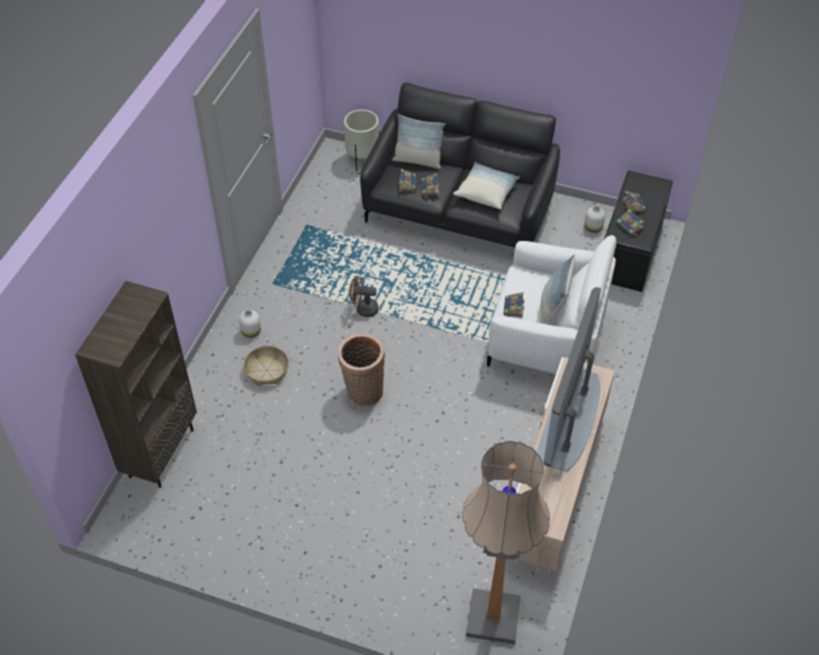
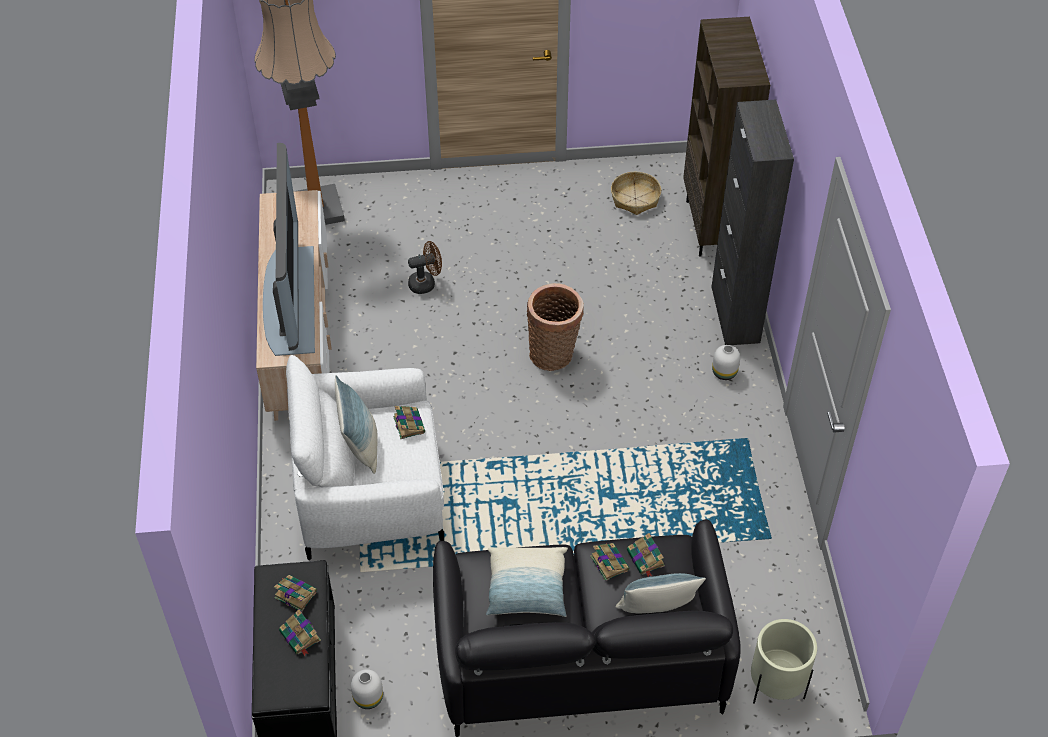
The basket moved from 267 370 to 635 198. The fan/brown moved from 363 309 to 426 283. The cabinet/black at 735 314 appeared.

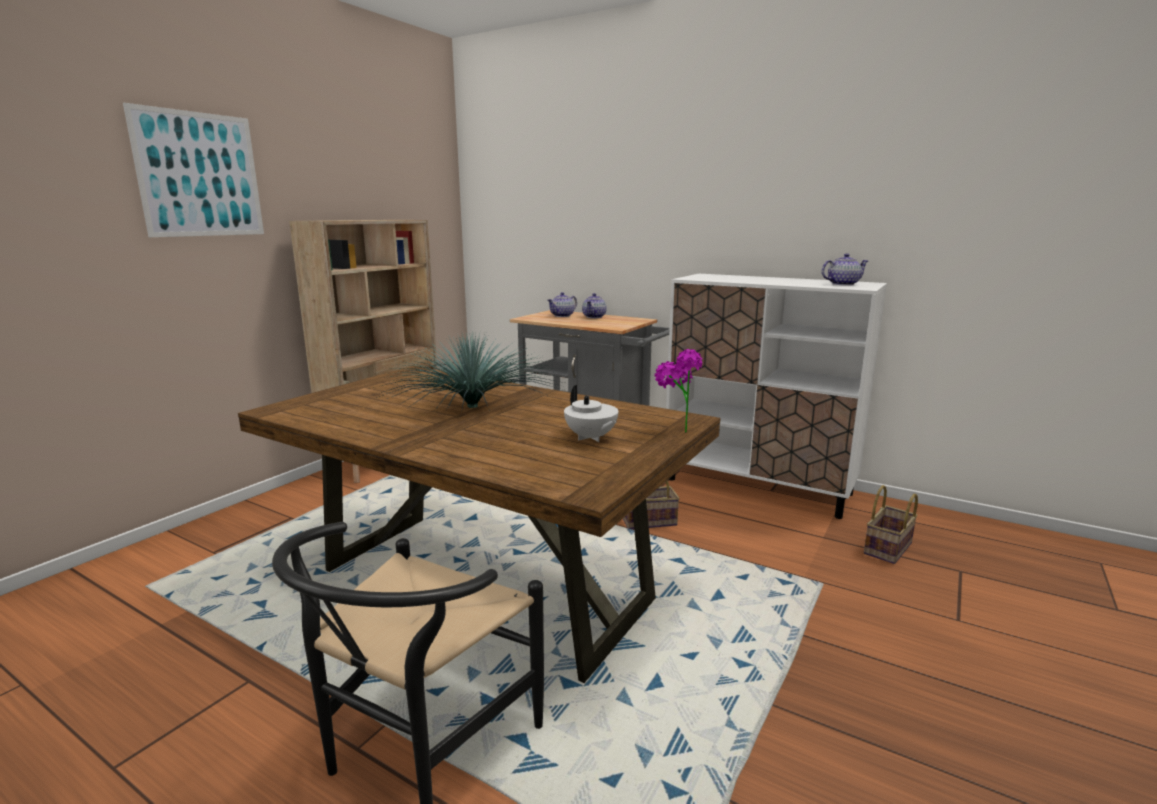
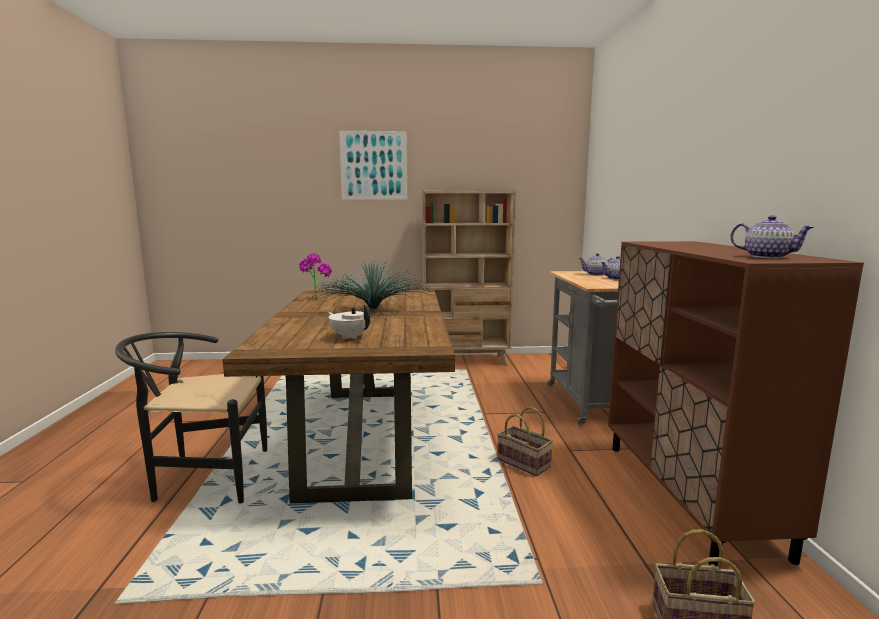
The teapot/white at 591 438 turned 105 degrees clockwise. The potted plant moved from 675 431 to 316 299. The cabinet/white at 758 486 became the cabinet/brown at 688 496.

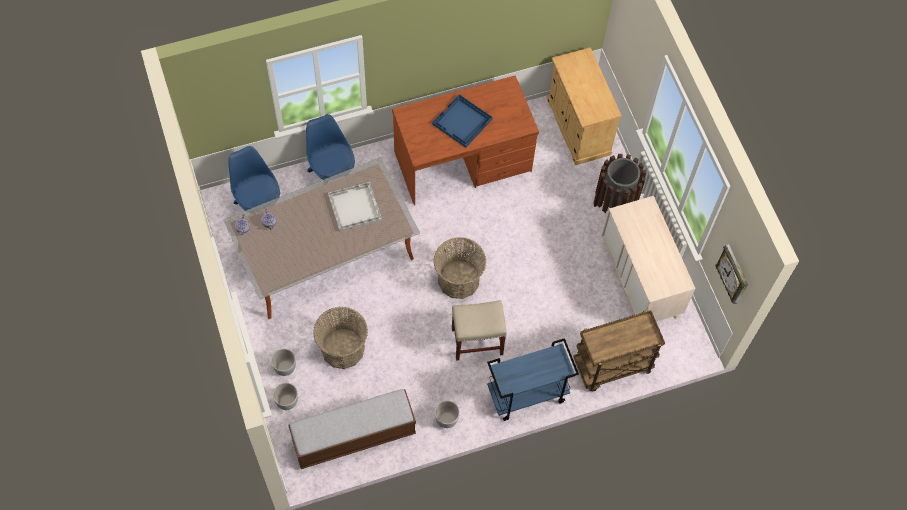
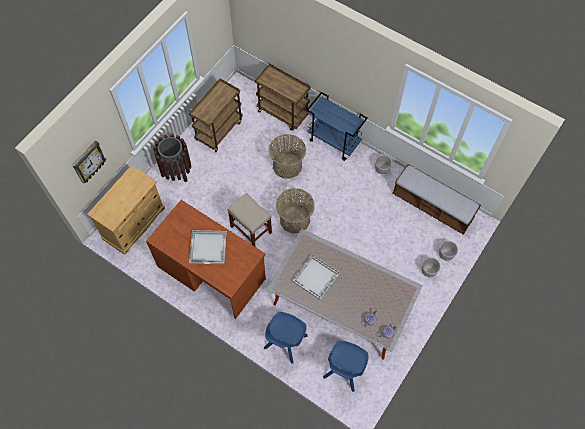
The basket moved from 342 348 to 287 165. The tray/blue at 462 122 became the tray/white at 208 247. The stool/beige moved from 476 342 to 251 230. The dresser/beige at 640 280 was replaced by the cart/brown at 219 130. The wall clock moved from 733 275 to 88 162.

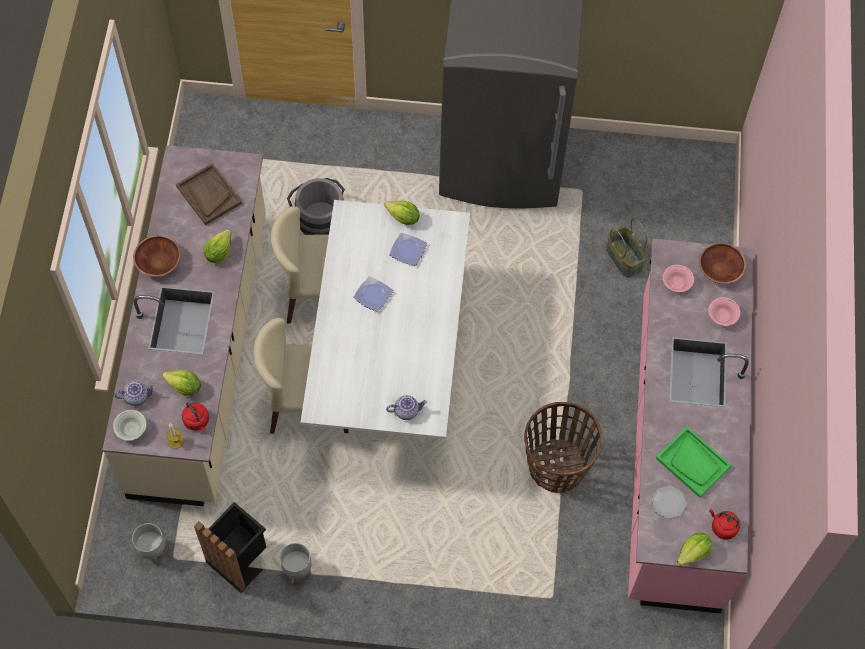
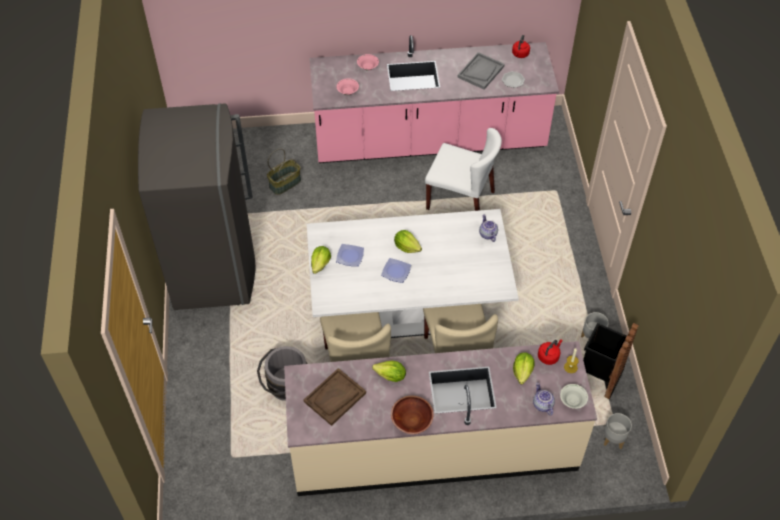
The basket at 557 466 was replaced by the chair/white at 461 200. The tray/green at 693 463 became the tray/grey at 480 72. The lettuce moved from 693 553 to 407 247. The bowl/brown at 720 270 disappeared.

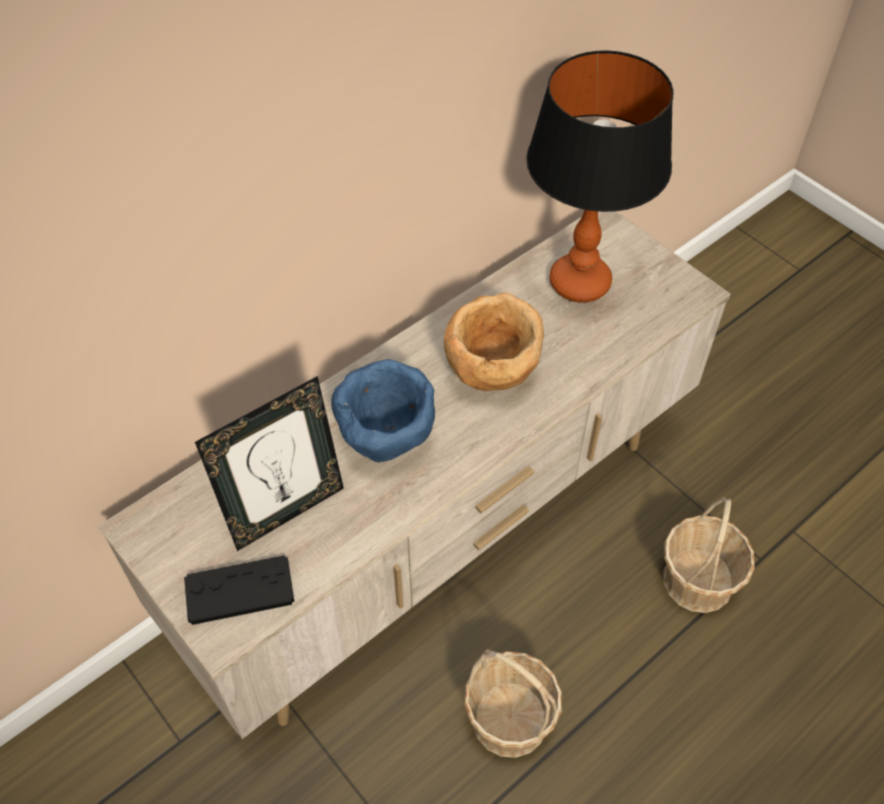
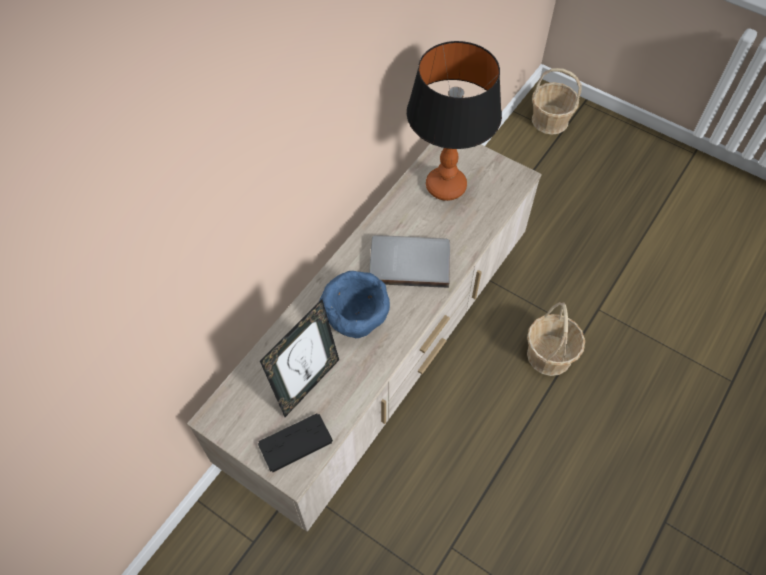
The bowl/brown at 493 374 was replaced by the book/grey at 409 261. The basket moved from 509 718 to 549 120.

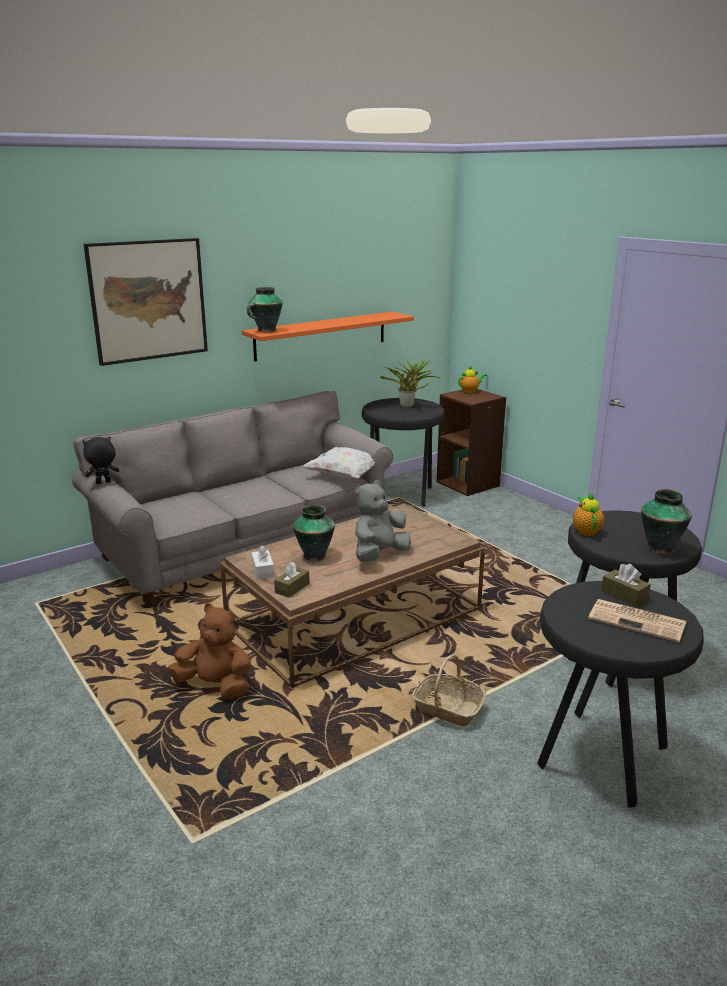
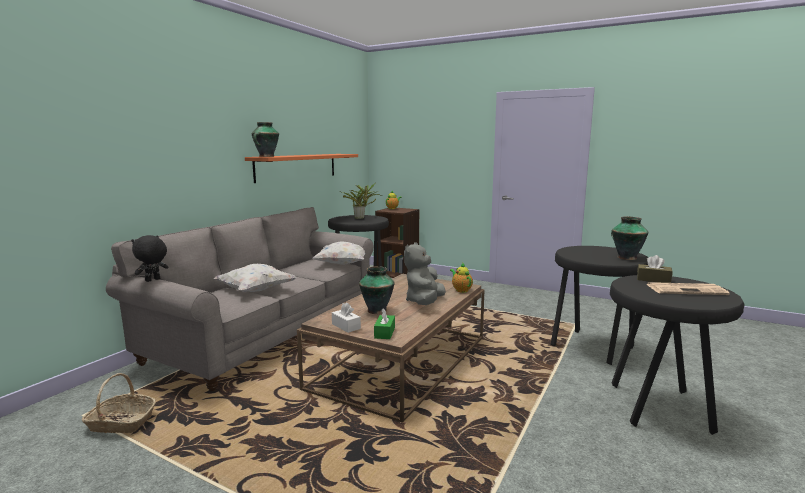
The picture at 148 300 disappeared. The plush toy/brown at 215 686 disappeared. The tissue box/brown at 292 588 became the tissue box/green at 384 332. The basket moved from 447 708 to 121 423. The teapot moved from 586 531 to 461 290. The pillow/white at 256 291 appeared.

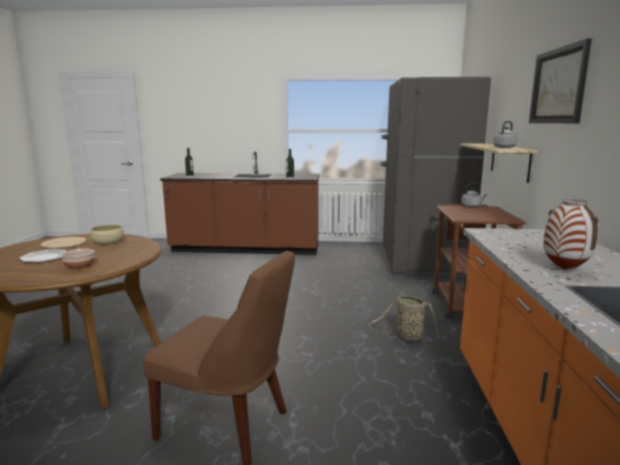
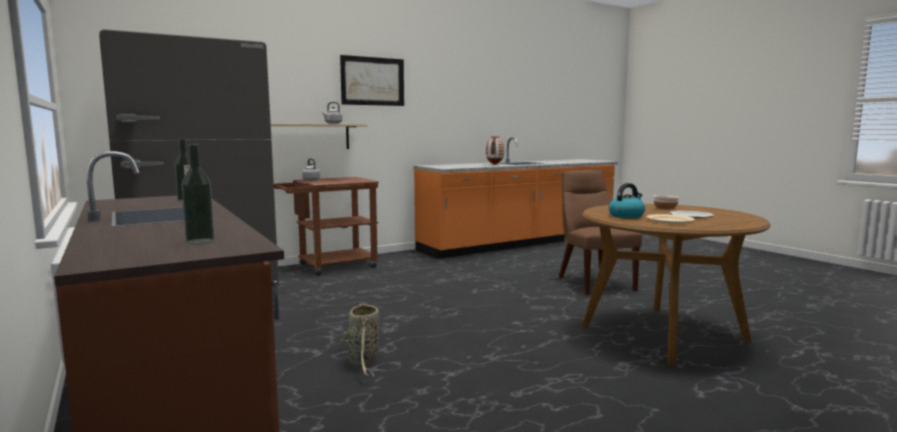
The bowl/beige at 108 242 was replaced by the kettle at 626 216. The basket moved from 406 337 to 363 361.

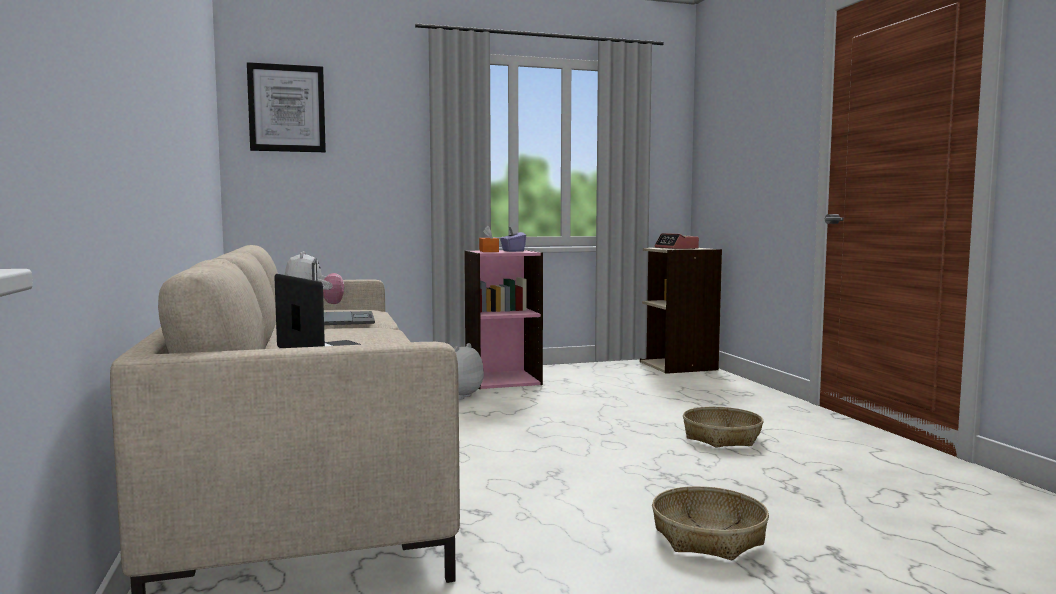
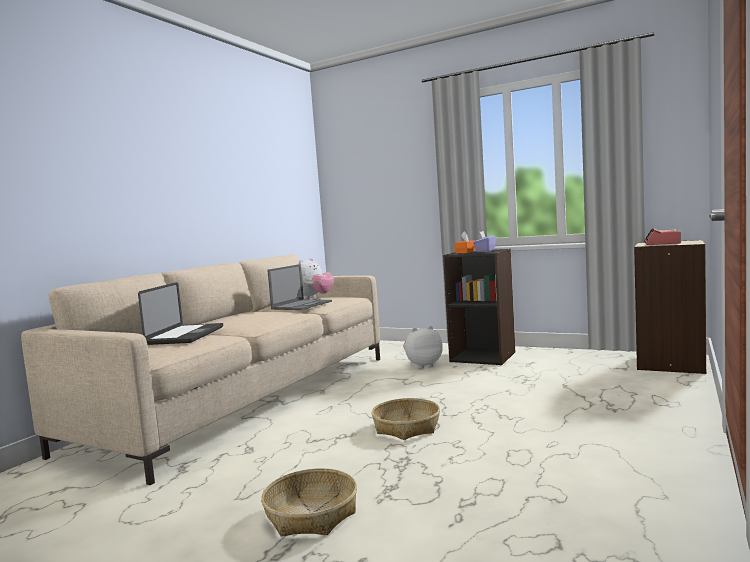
The picture at 287 108 disappeared. The bookcase/pink at 502 380 became the bookcase/black at 483 356. The basket moved from 722 437 to 407 427.

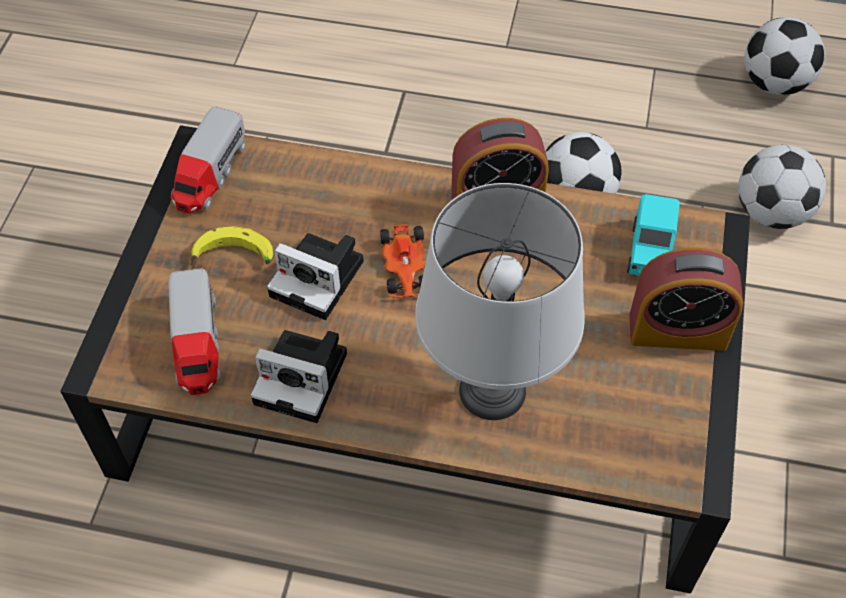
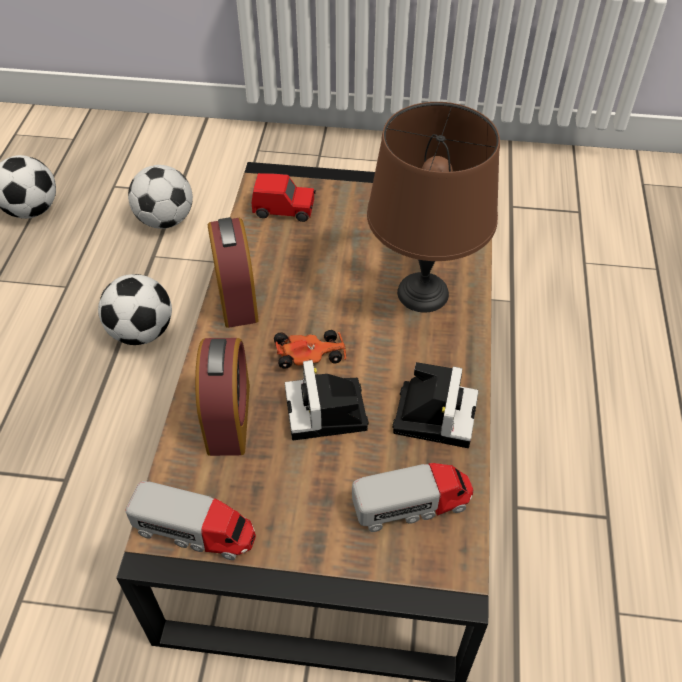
The banana at 232 260 disappeared. The photo camera at 321 279 turned 150 degrees clockwise. The table lamp/grey at 491 392 became the table lamp/brown at 424 293. The toy car/turquoise at 650 252 became the toy car/red at 284 210. The alarm clock moved from 677 331 to 228 418.

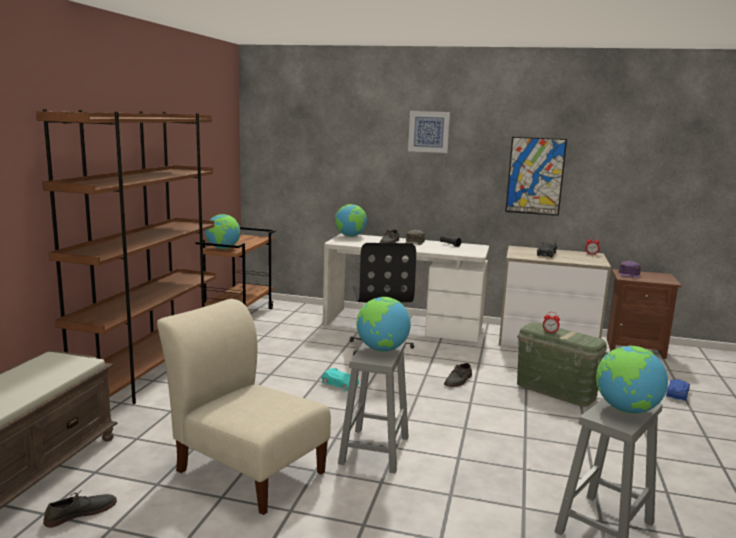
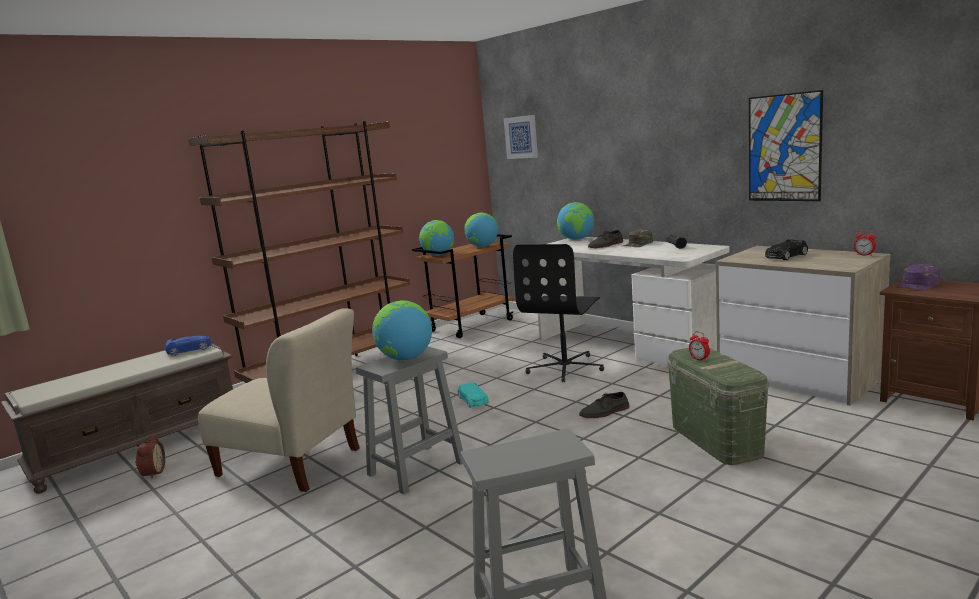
The shoe/grey at 81 513 was replaced by the alarm clock at 152 473. The chair/beige at 247 469 turned 135 degrees clockwise. The picture moved from 429 131 to 521 137. The globe moved from 626 410 to 482 246. The toy car/blue moved from 677 393 to 189 350.

